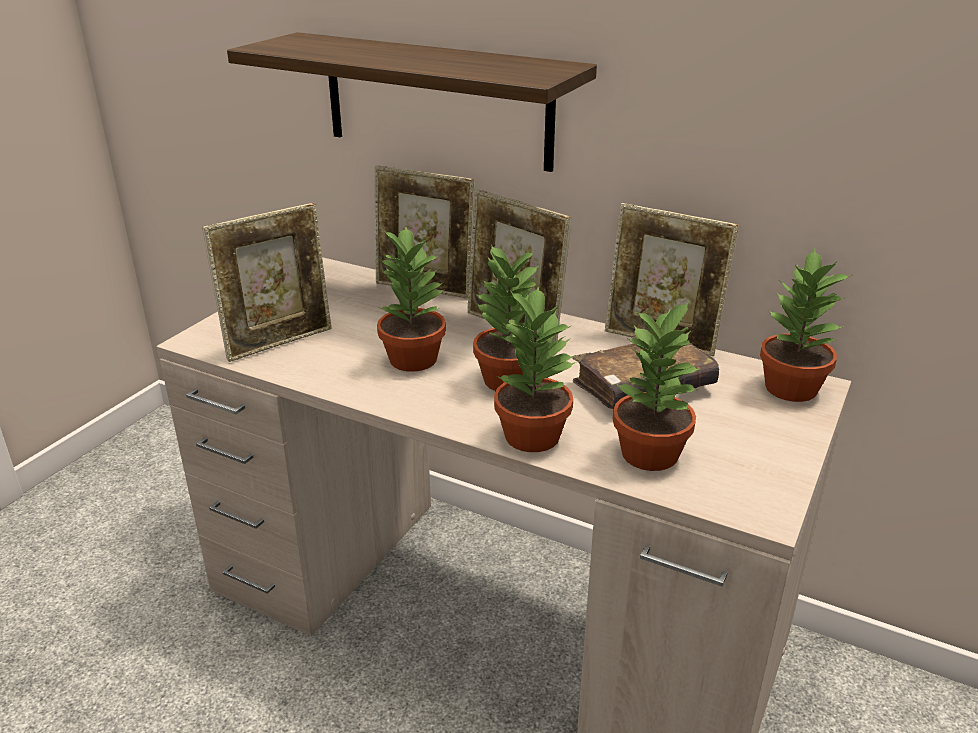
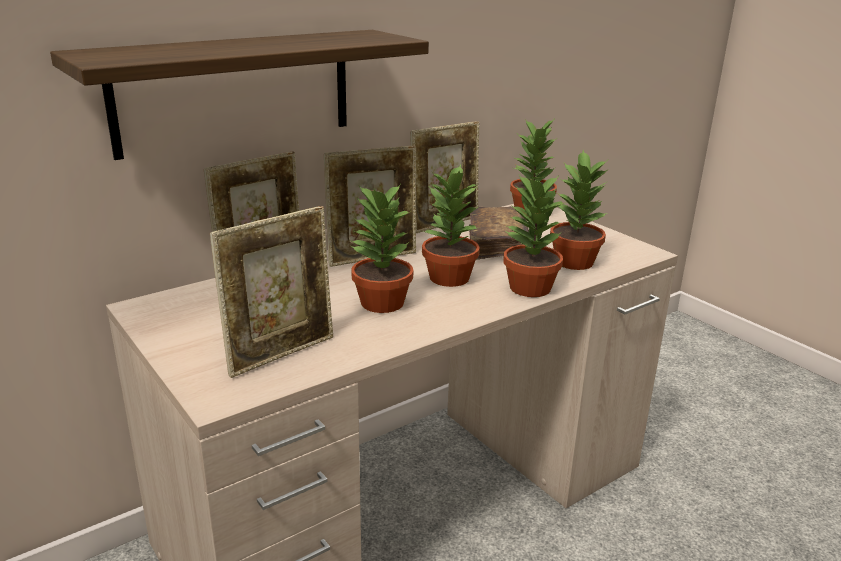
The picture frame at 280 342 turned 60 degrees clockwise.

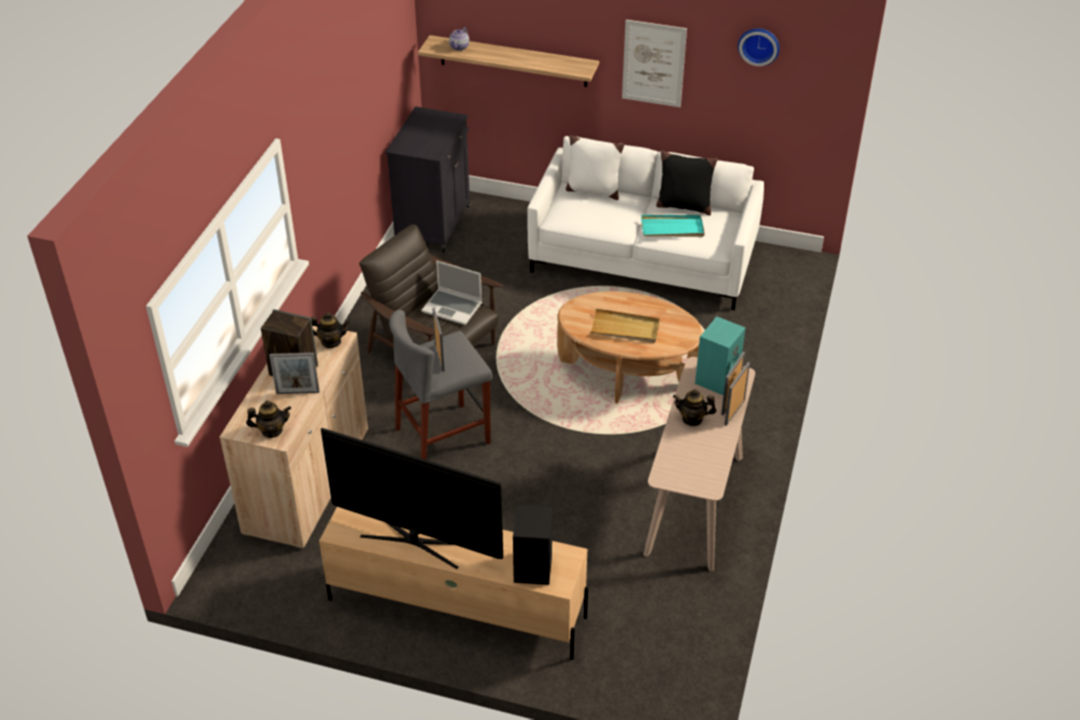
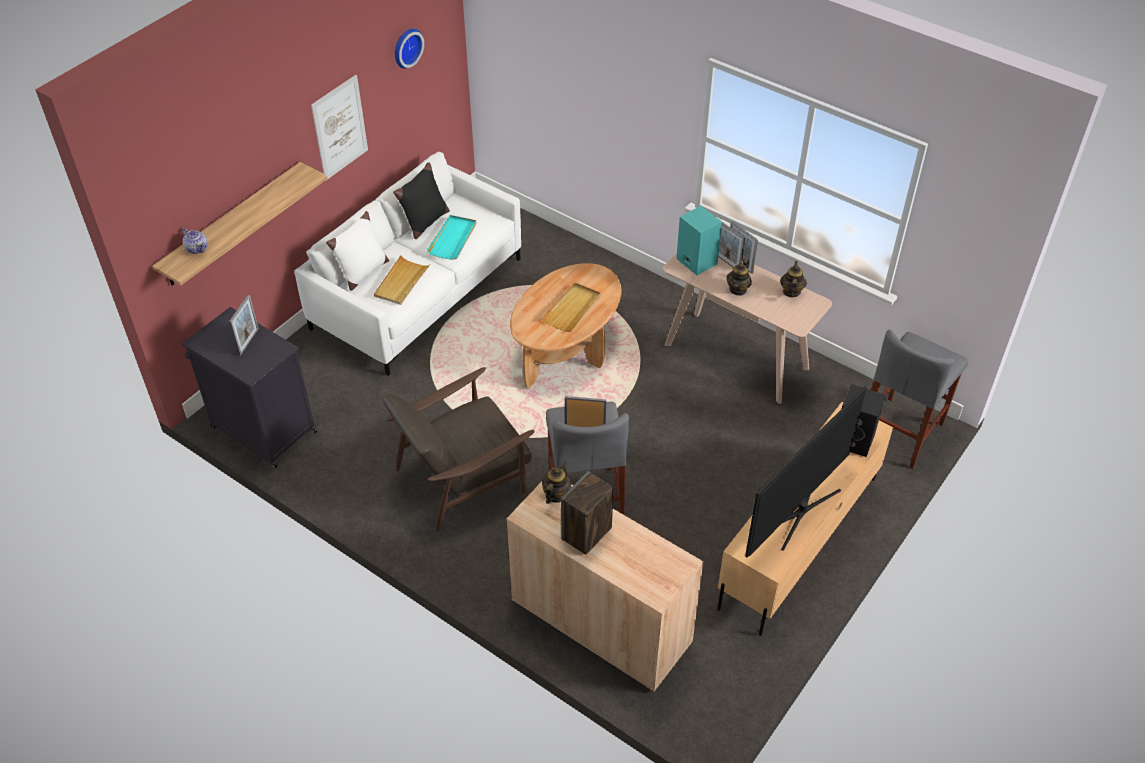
The teapot moved from 271 431 to 791 292. The picture frame moved from 297 392 to 248 342. The laptop at 453 307 disappeared. The tray/beige at 401 282 appeared. The stool/grey at 900 432 appeared.

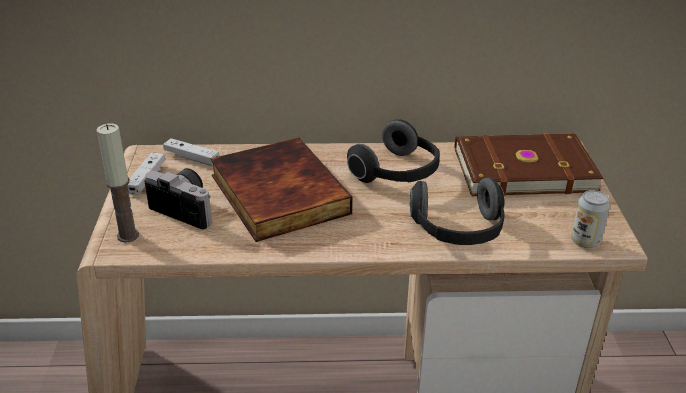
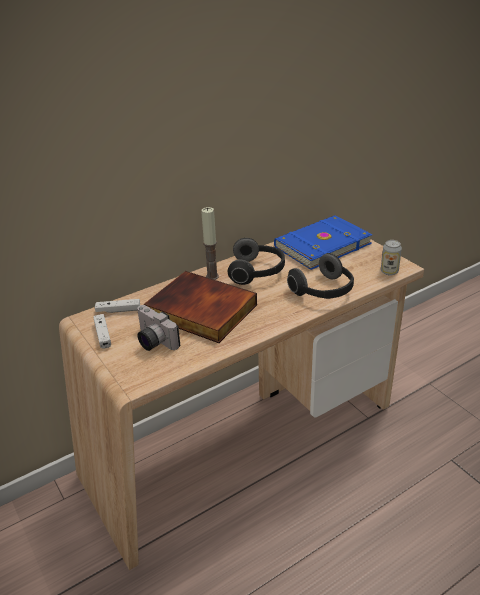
The candle moved from 127 235 to 212 276. The photo camera at 187 208 turned 135 degrees counterclockwise. The book/brown at 522 168 became the book/blue at 321 245.

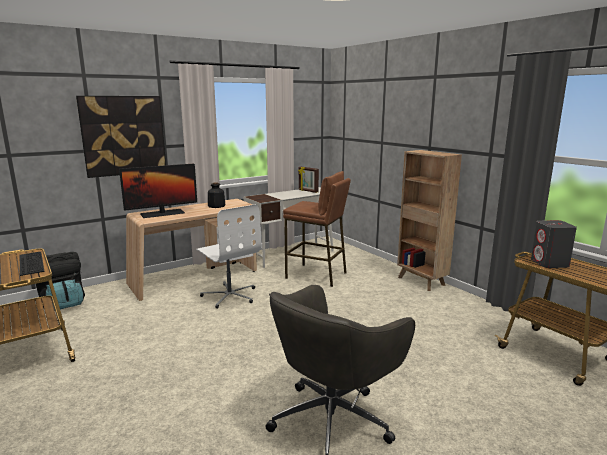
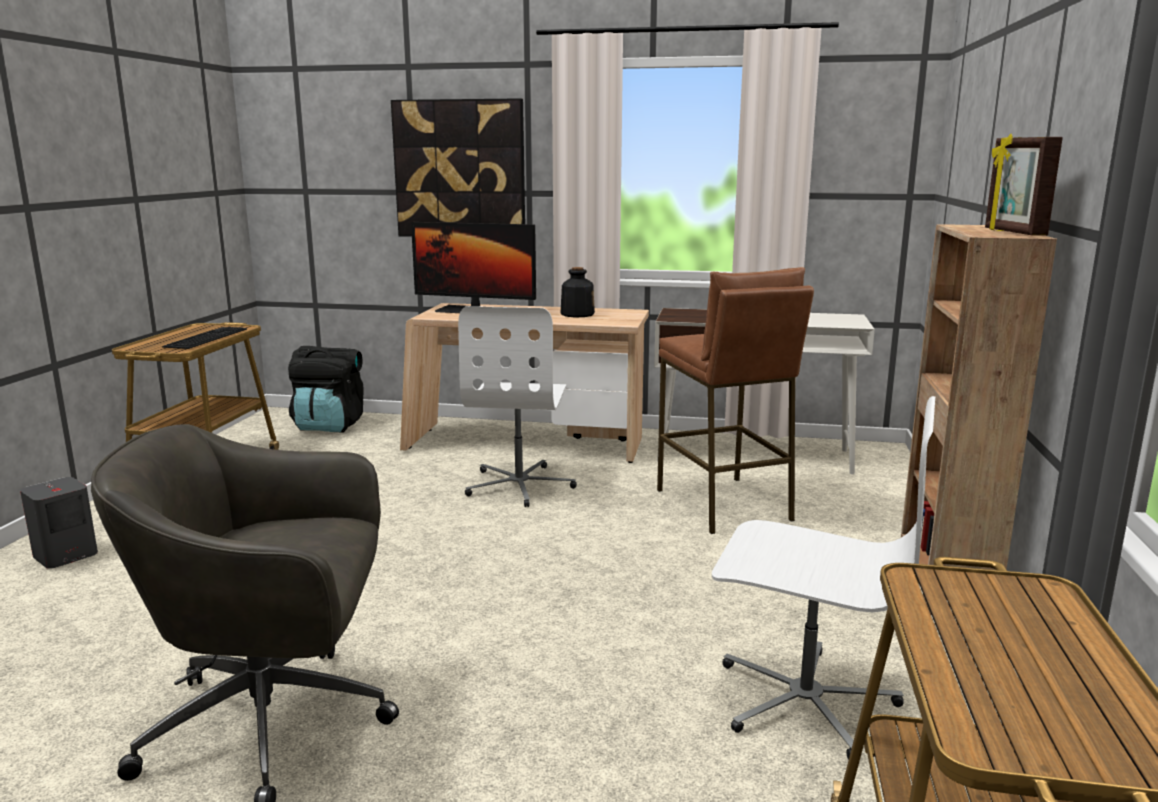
The picture frame moved from 308 191 to 1013 232. The speaker/grey moved from 549 263 to 64 556. The office chair/white at 804 699 appeared.

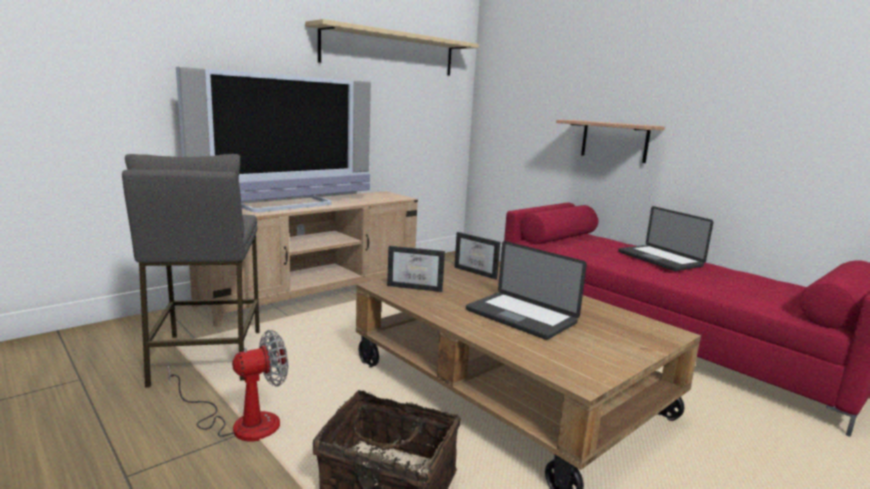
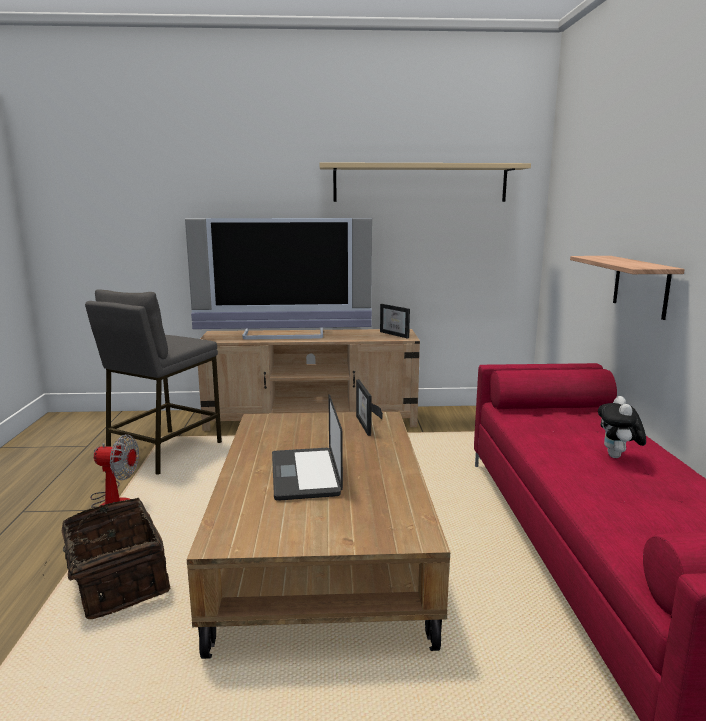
The picture frame moved from 417 286 to 397 334. The laptop at 659 259 was replaced by the plush toy at 618 457.

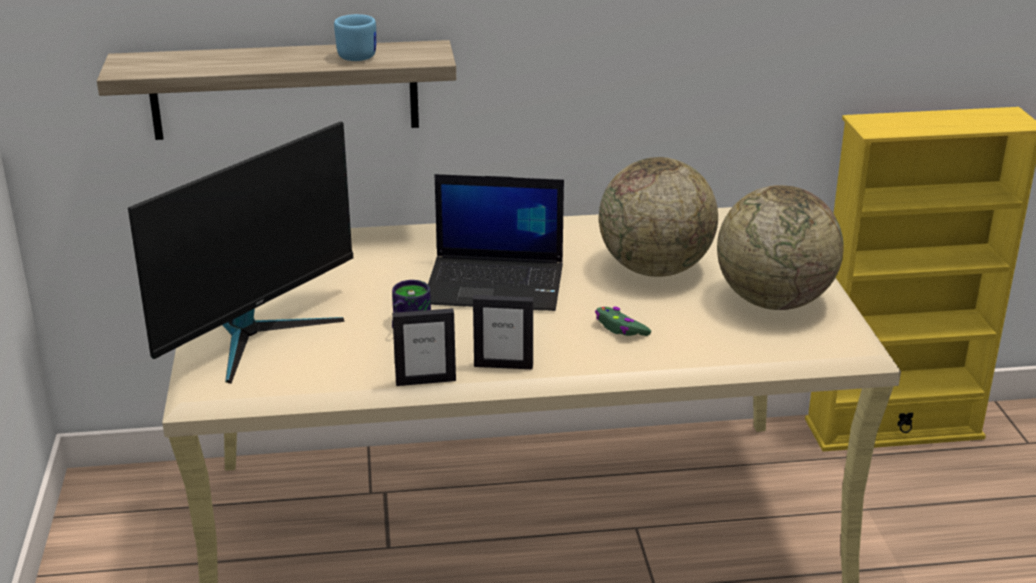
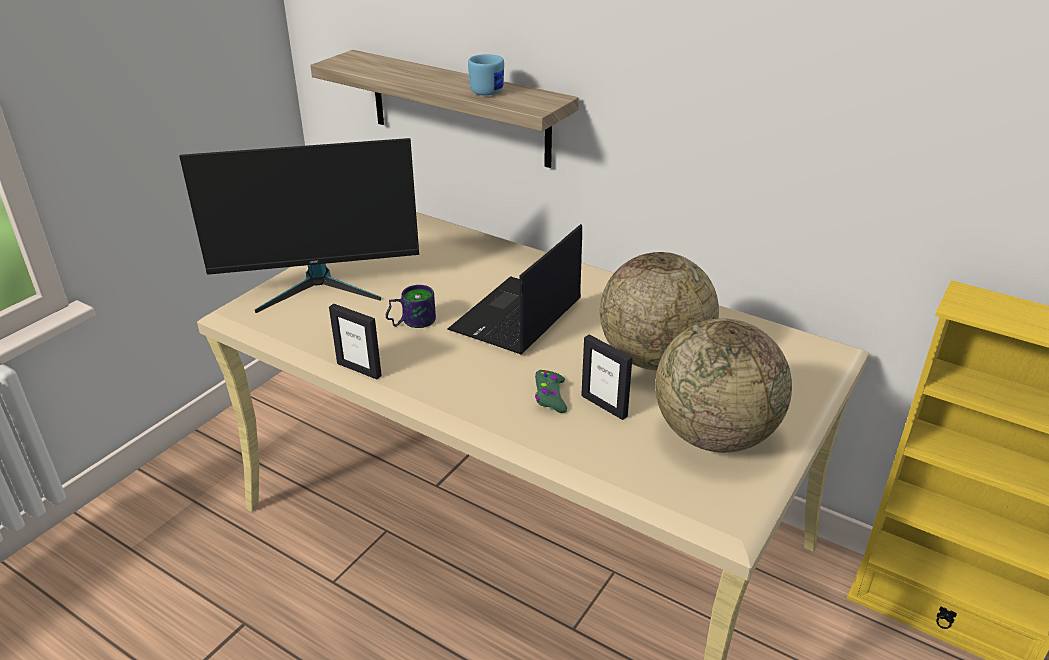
The laptop at 496 284 turned 75 degrees clockwise. The picture frame moved from 503 365 to 604 406.

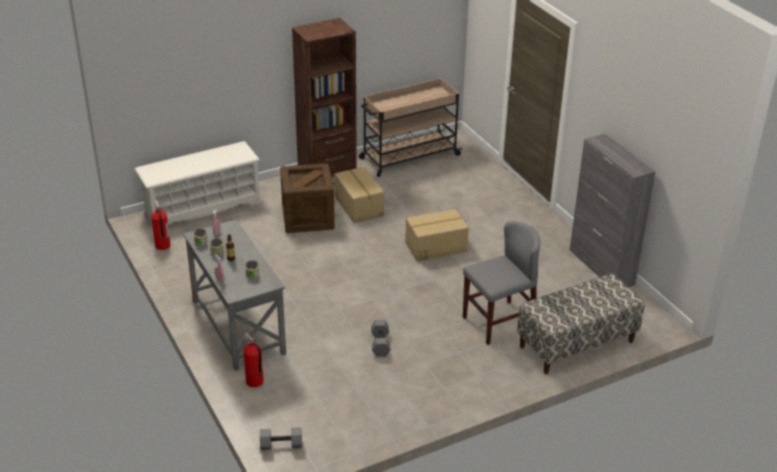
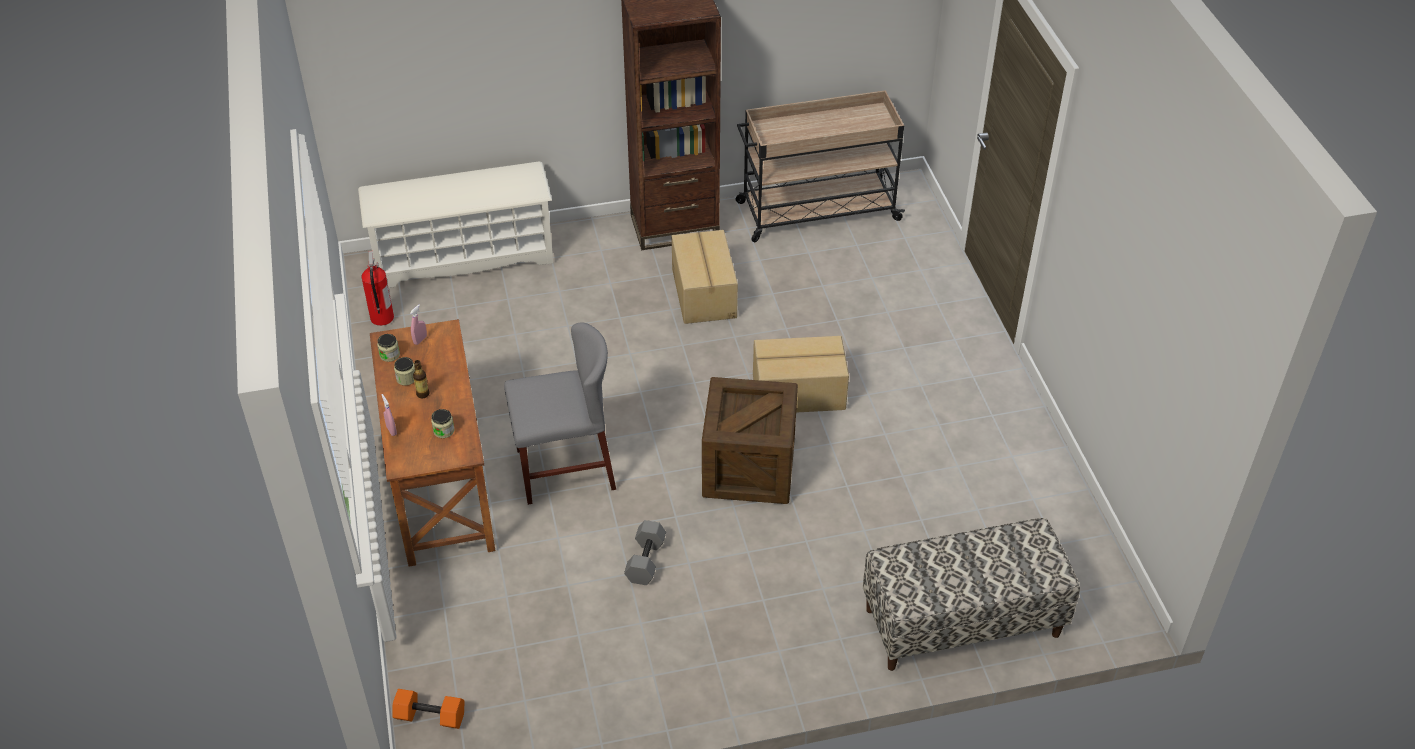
The desk/grey at 237 327 became the desk/brown at 440 486. The fire extinguisher at 254 382 disappeared. The dumbbell/grey at 281 445 became the dumbbell/orange at 429 717. The crate moved from 308 218 to 748 469. The chair/grey moved from 498 322 to 565 469. The cabinet/grey at 601 267 disappeared.

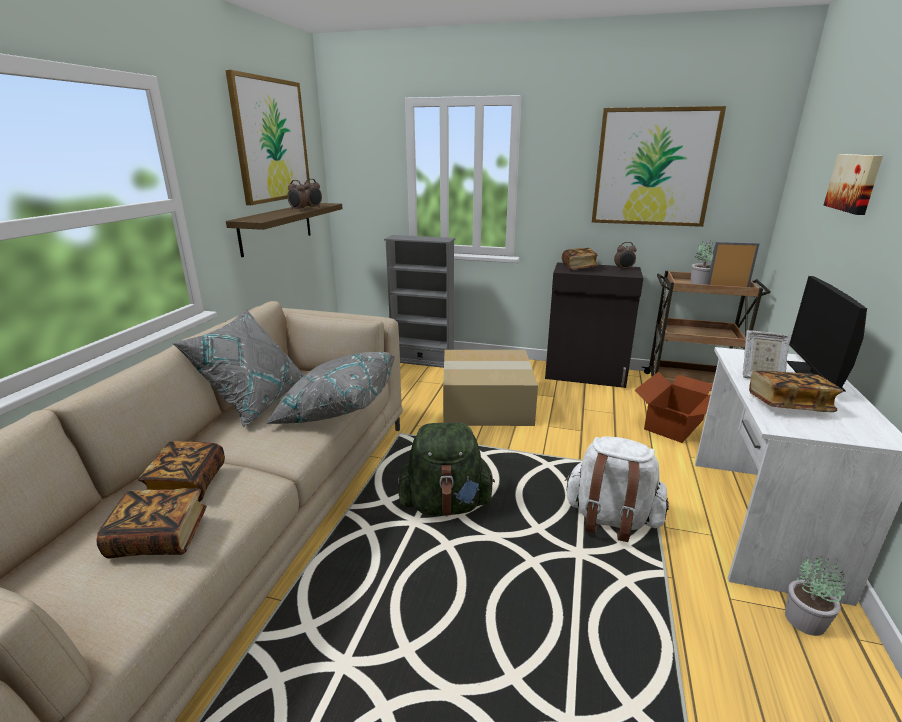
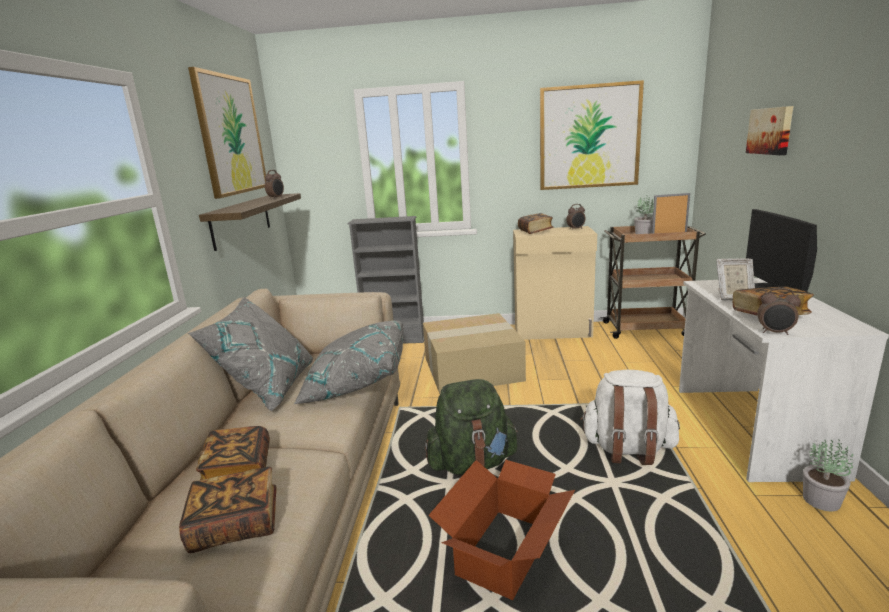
The alarm clock moved from 298 210 to 775 333. The cabinet/black at 586 375 became the cabinet/beige at 553 331. The cardboard box moved from 675 424 to 506 552.

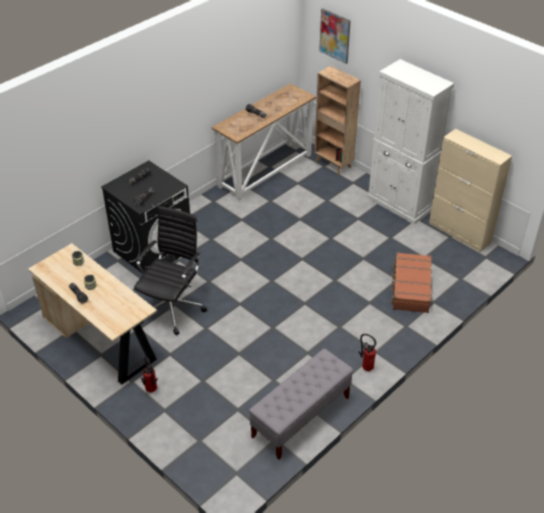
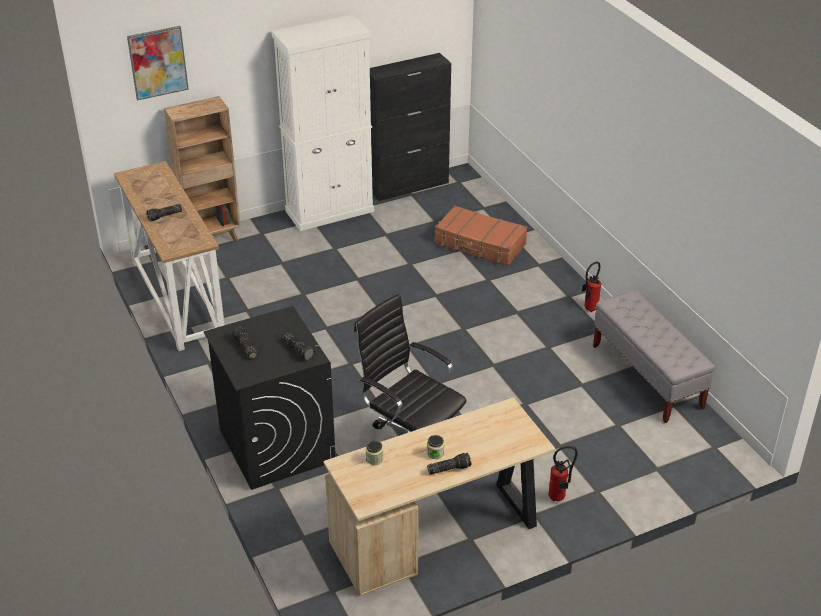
The cabinet/beige at 460 233 became the cabinet/black at 409 186.

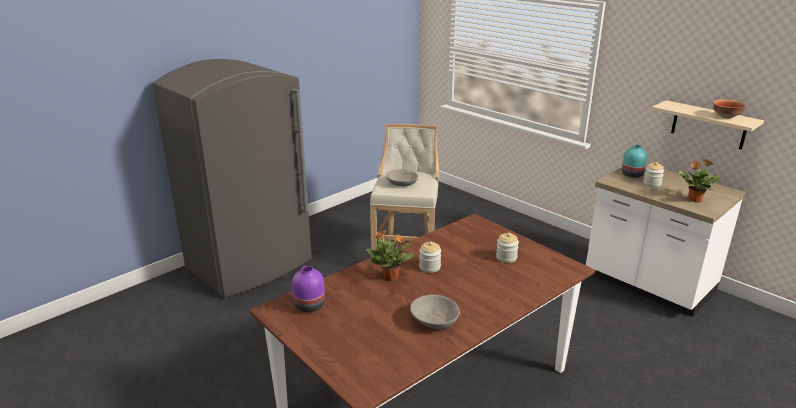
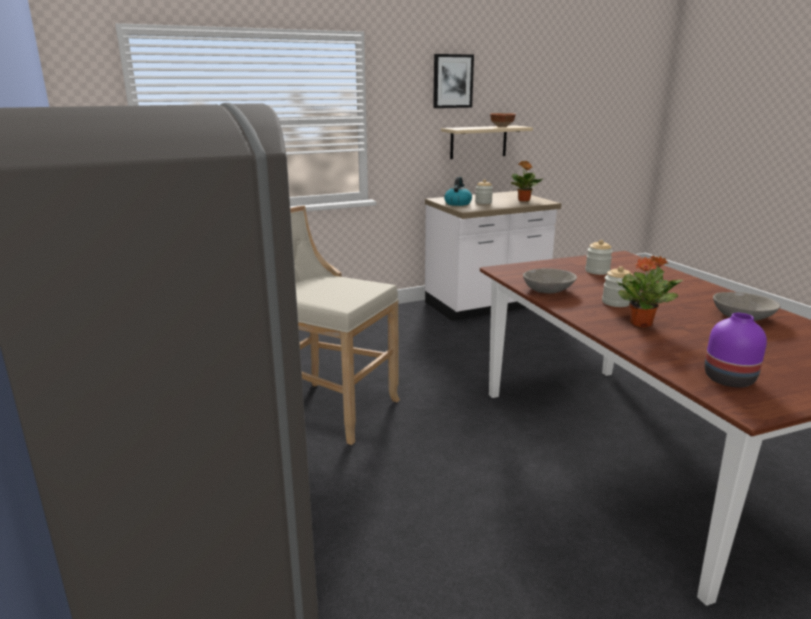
The bowl/grey moved from 402 183 to 548 290. The vase/turquoise at 631 174 was replaced by the kettle at 457 203. The picture at 452 81 appeared.

